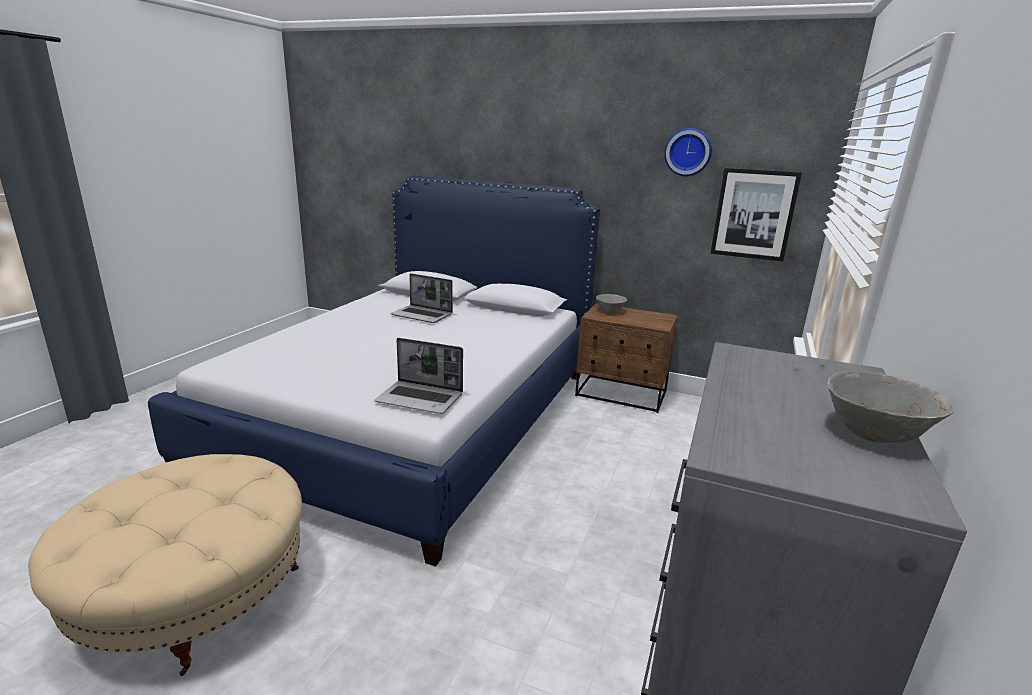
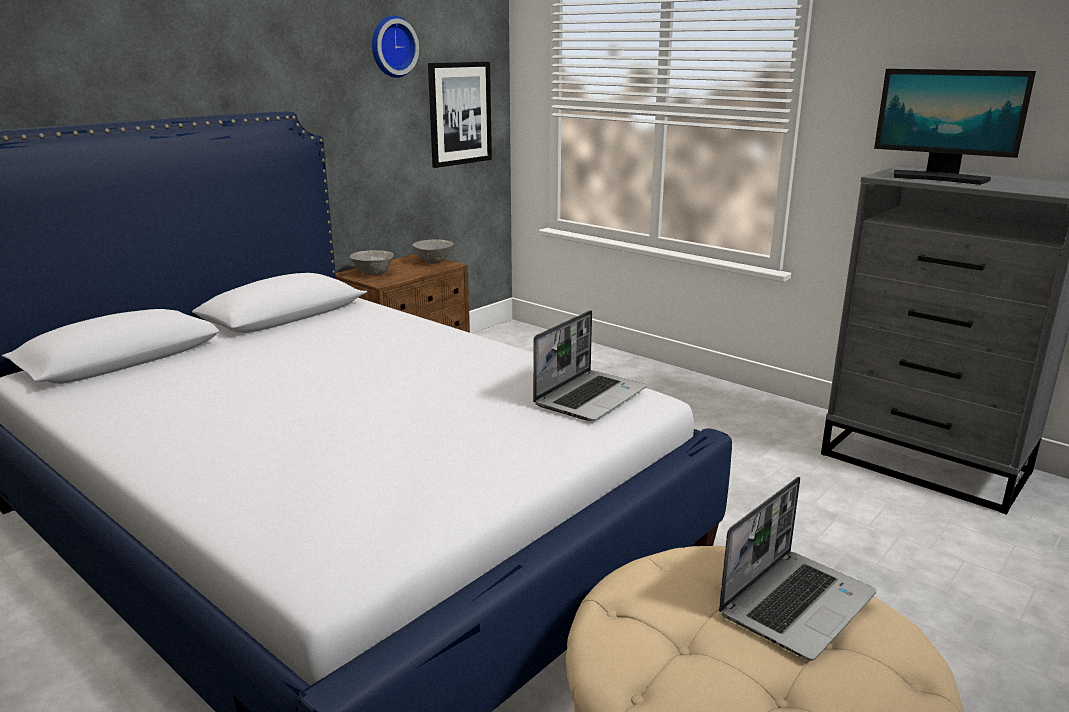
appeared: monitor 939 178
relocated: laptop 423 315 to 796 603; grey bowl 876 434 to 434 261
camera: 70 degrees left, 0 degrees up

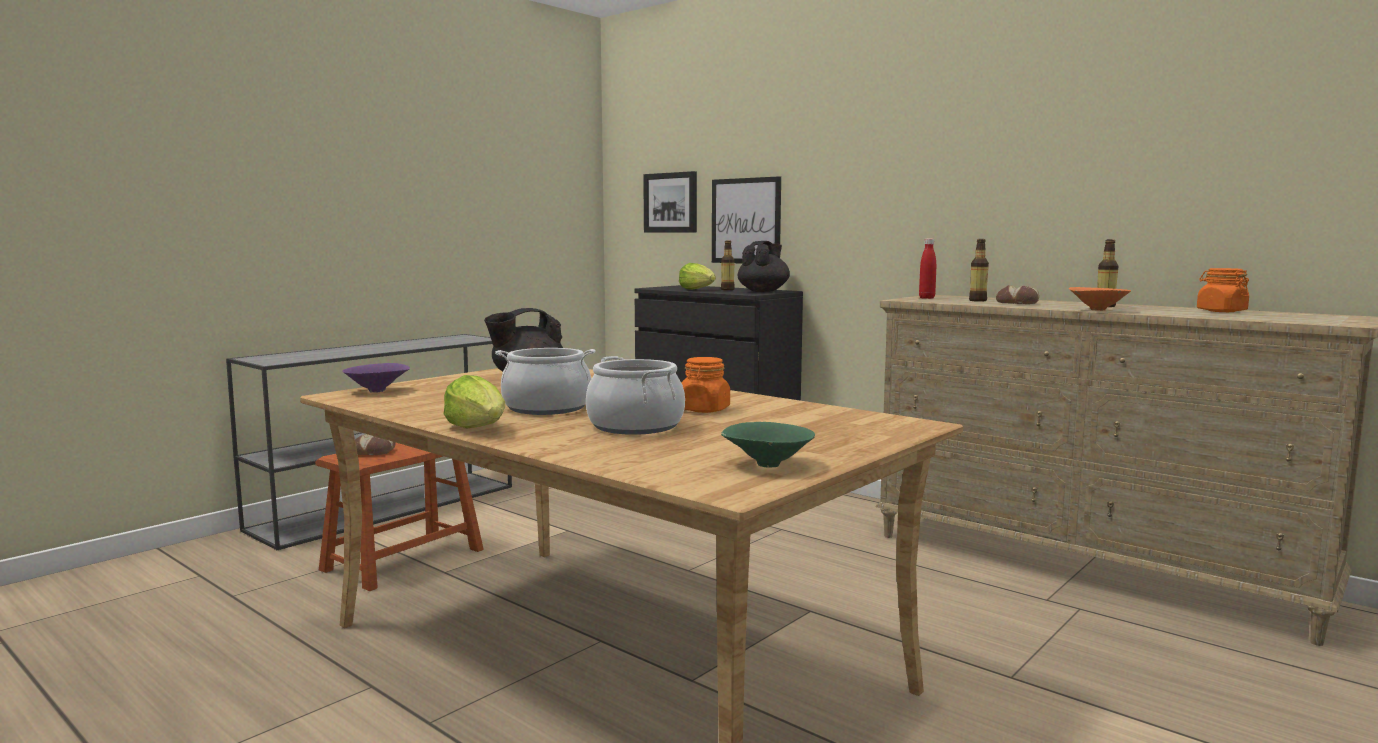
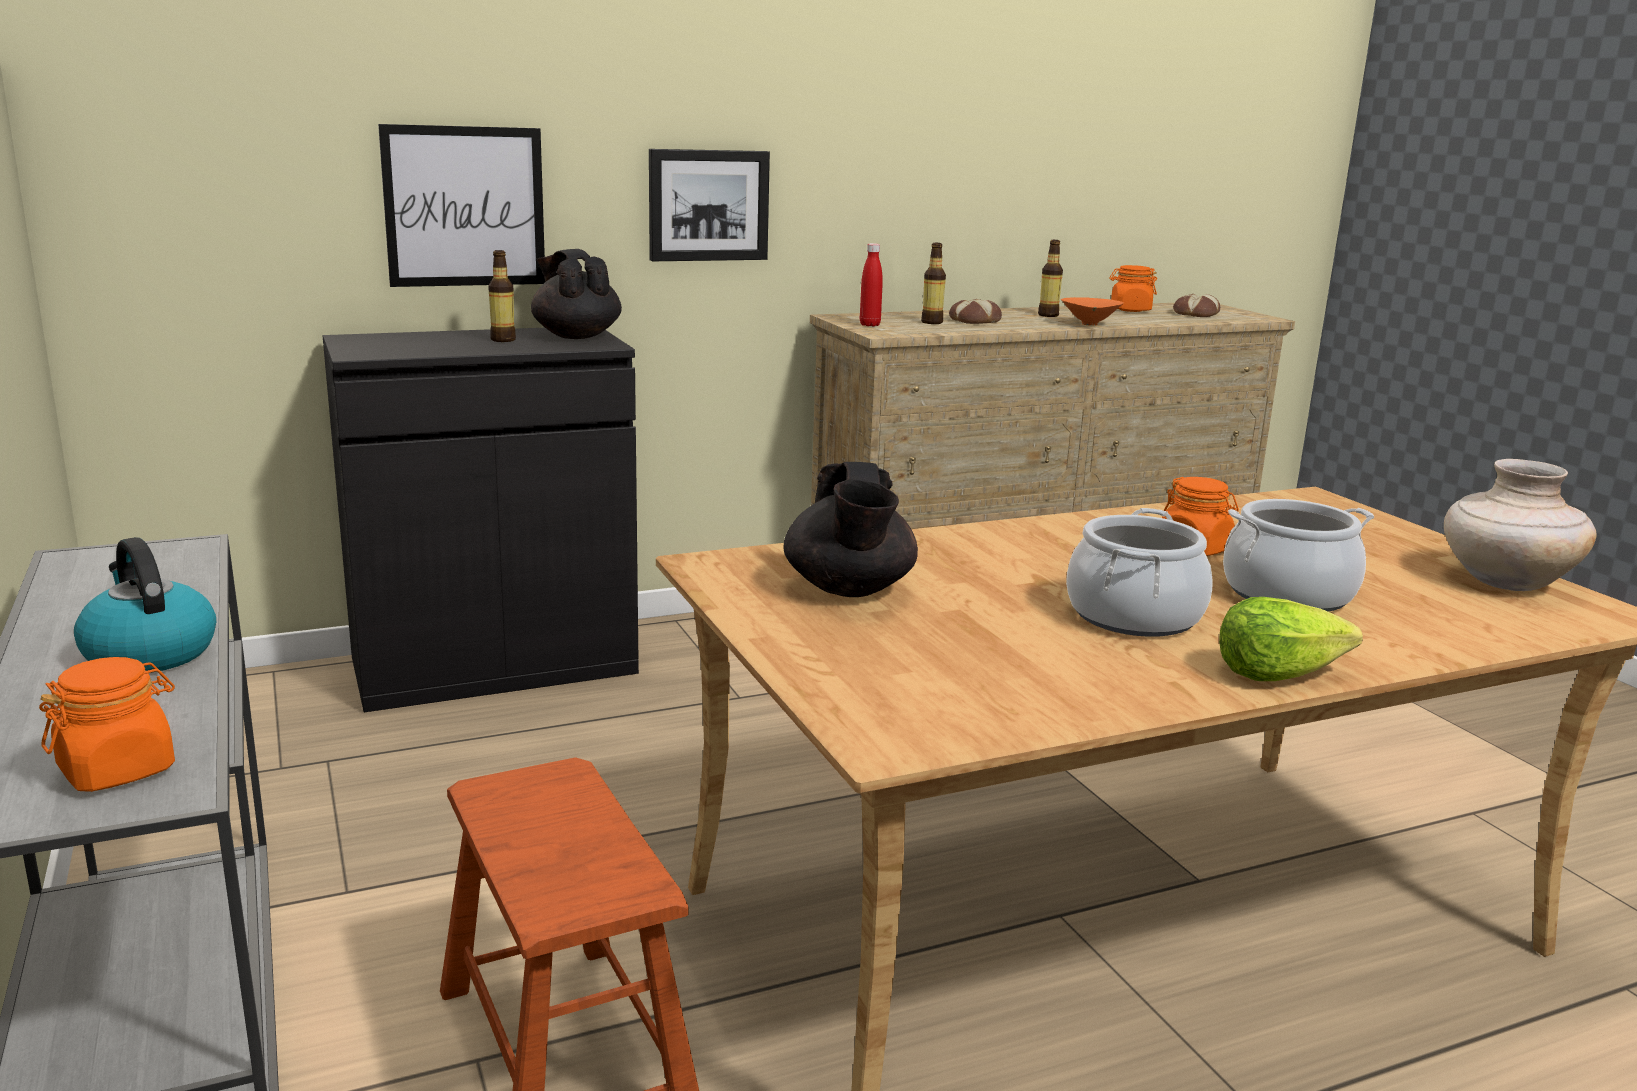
missing: lettuce 698 289; purple bowl 378 391
appeared: kettle 148 653; orange jar 118 770
relocated: picture 671 202 to 708 205; bread 374 451 to 1194 314
exchanged: green bowl 766 465 to beige vase 1504 582
camera: 65 degrees left, 10 degrees up

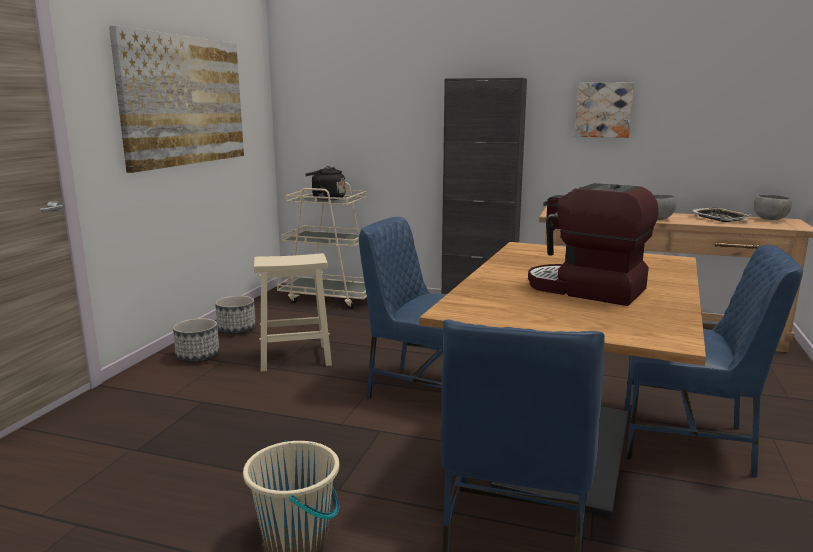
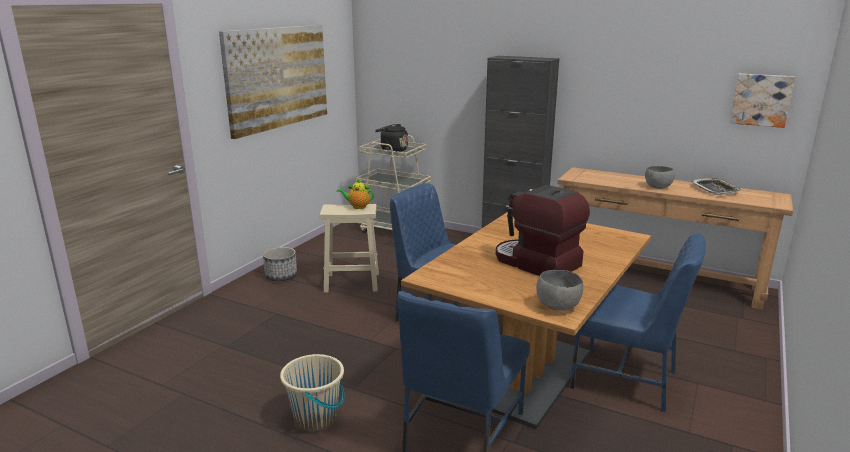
missing: planter 236 330
appeared: teapot 357 207
relocated: picture 603 110 to 761 100; grey bowl 770 219 to 558 306
camera: 10 degrees right, 5 degrees up

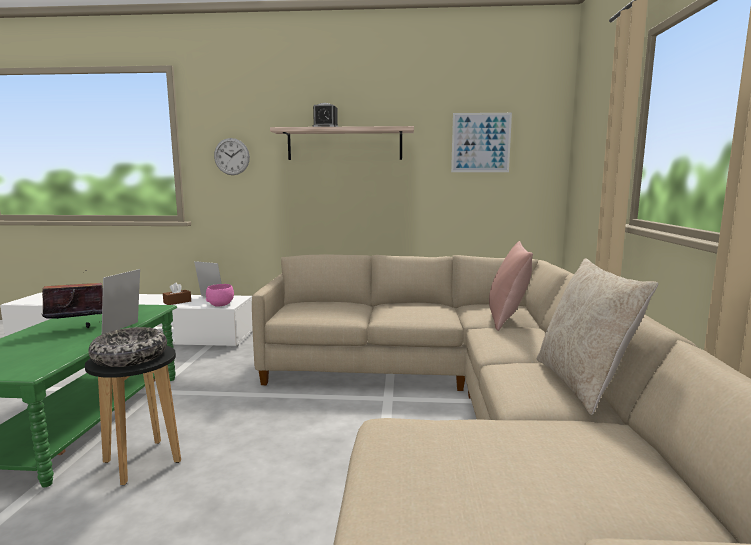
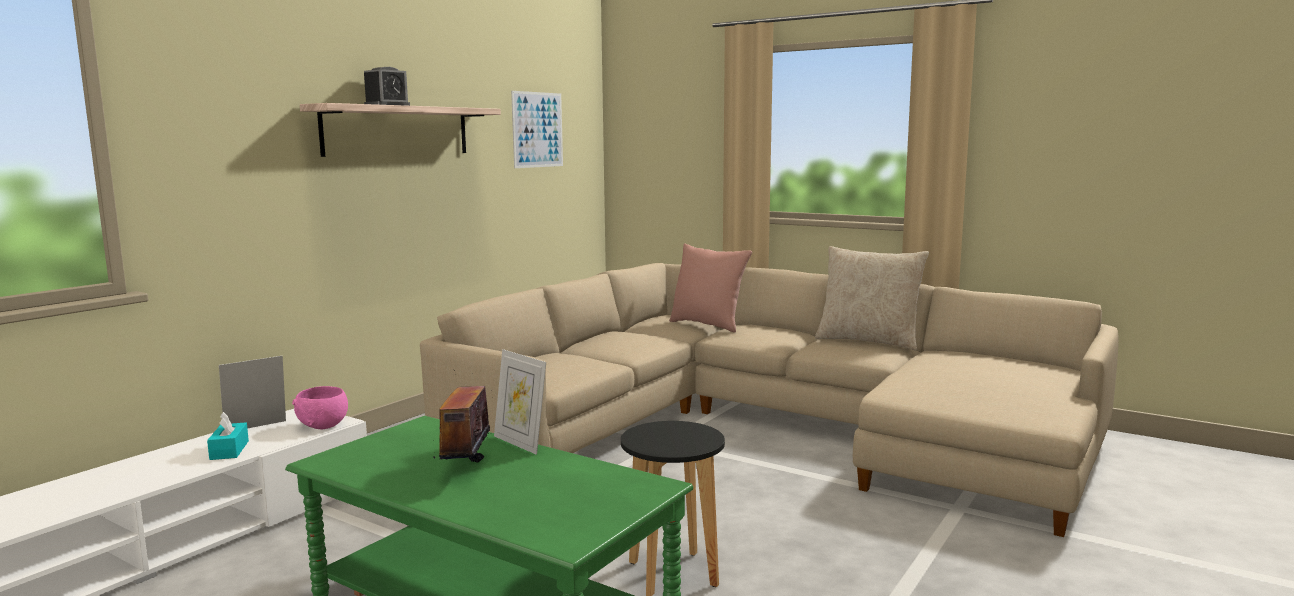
missing: wall clock 231 156; bowl 130 357
colour: brown tissue box 177 302 to turquoise tissue box 229 450
camera: 60 degrees left, 0 degrees up

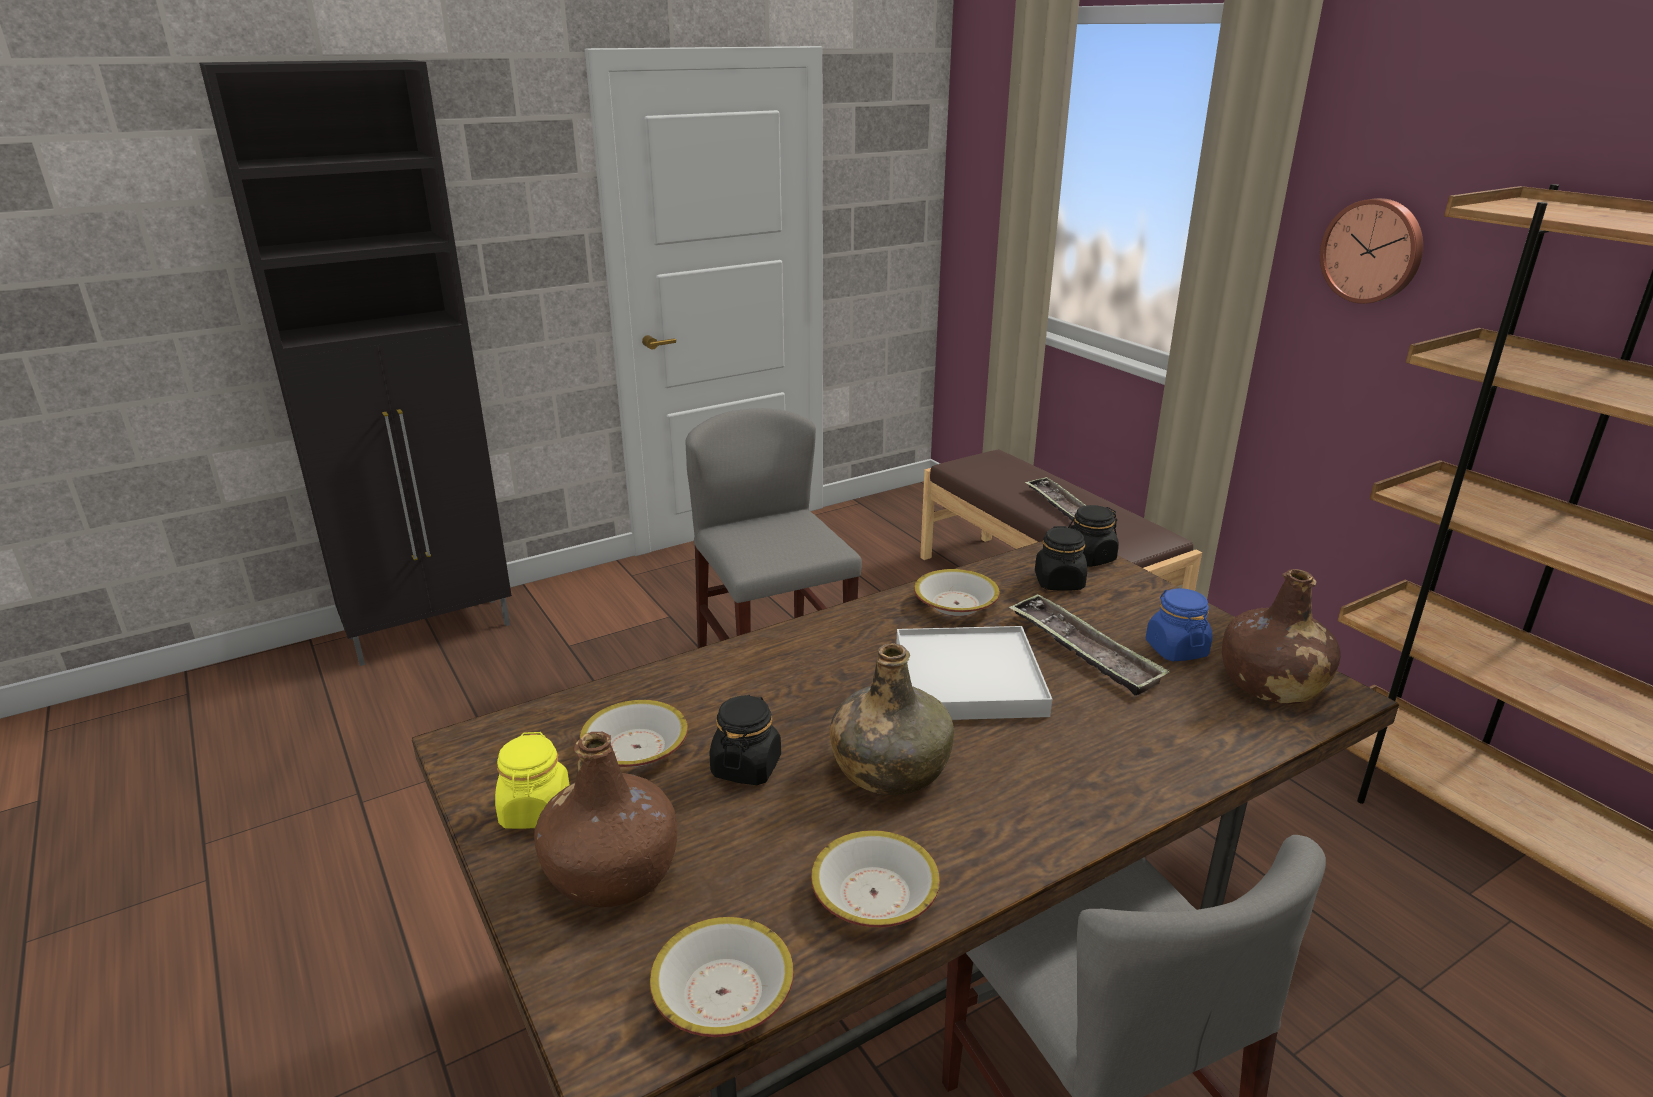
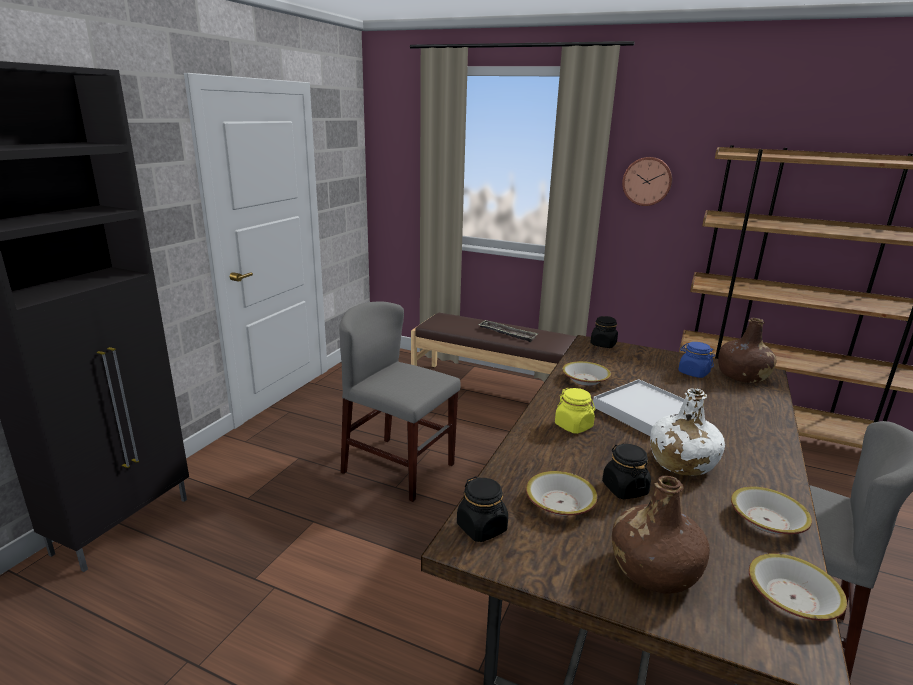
missing: tray 1083 650
relocated: black jar 1059 582 to 482 528; yellow jar 536 810 to 573 426
colour: green bottle 890 768 to white bottle 681 463
camera: 35 degrees left, 5 degrees down

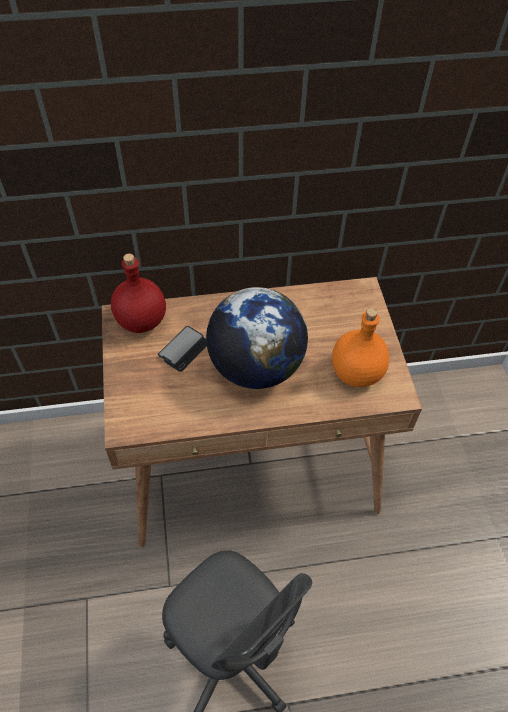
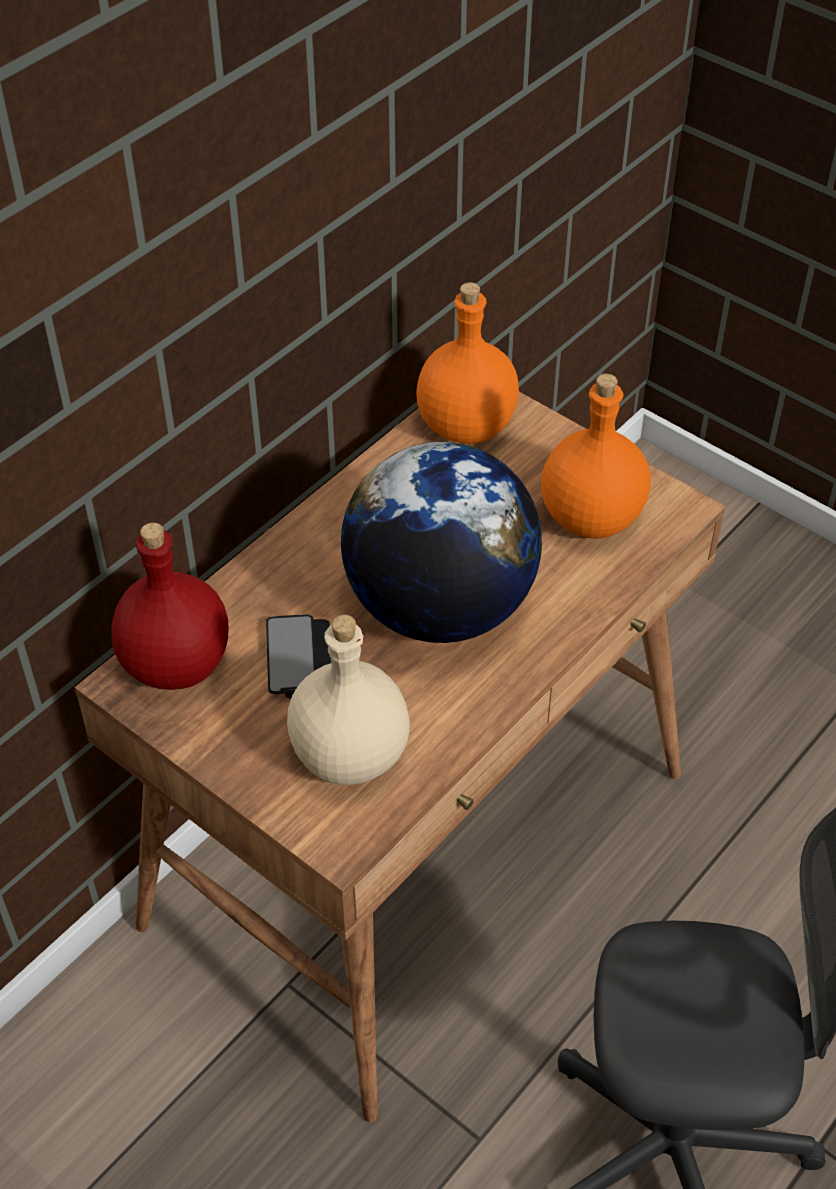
appeared: orange bottle 465 425; beige bottle 352 755
camera: 40 degrees left, 5 degrees down

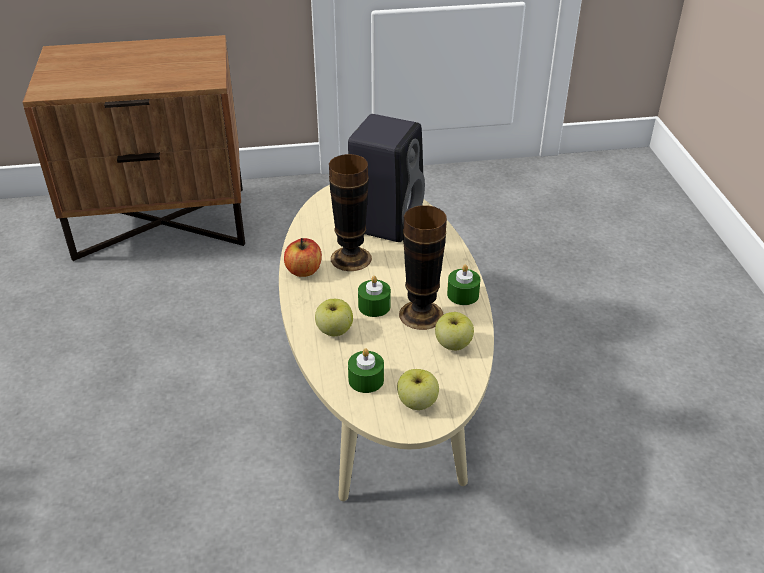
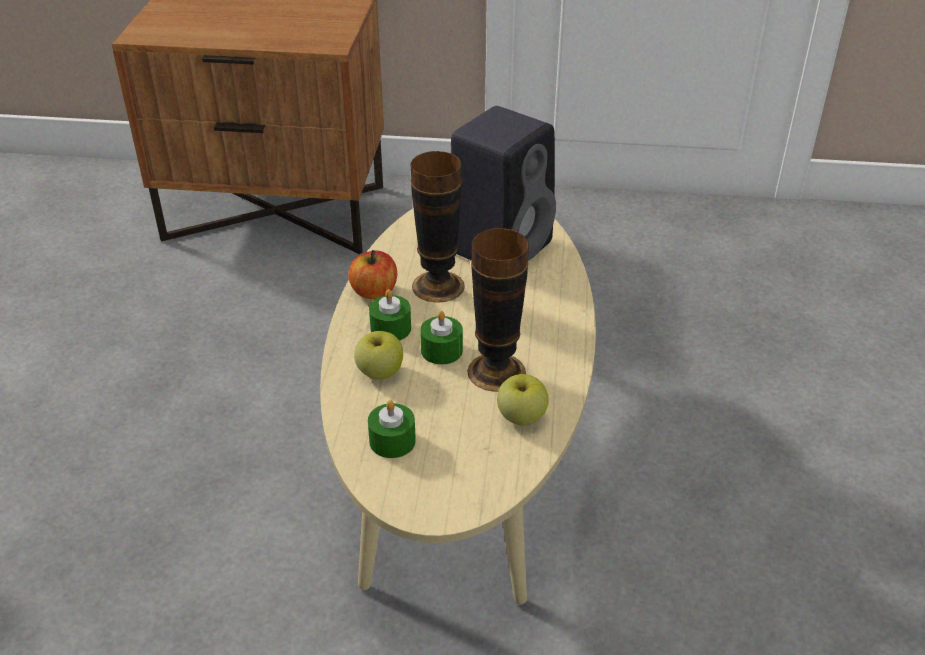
missing: apple 417 403
relocated: green candle 463 294 to 390 328
camera: 15 degrees right, 0 degrees up

